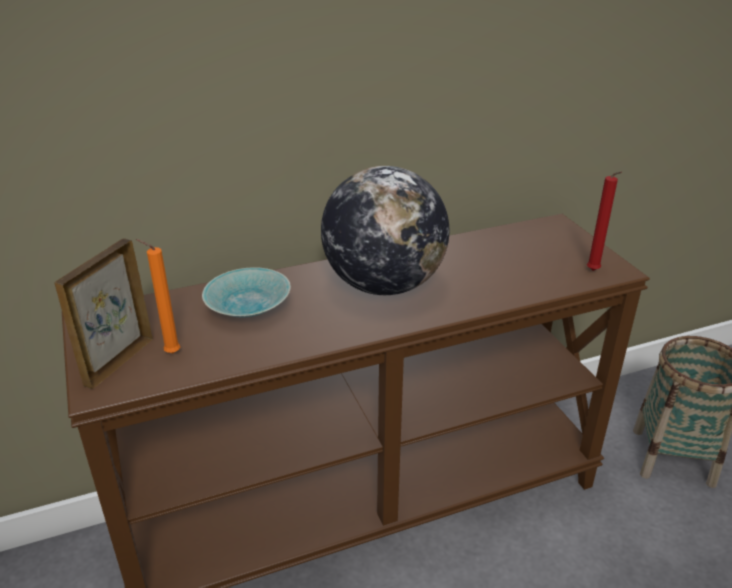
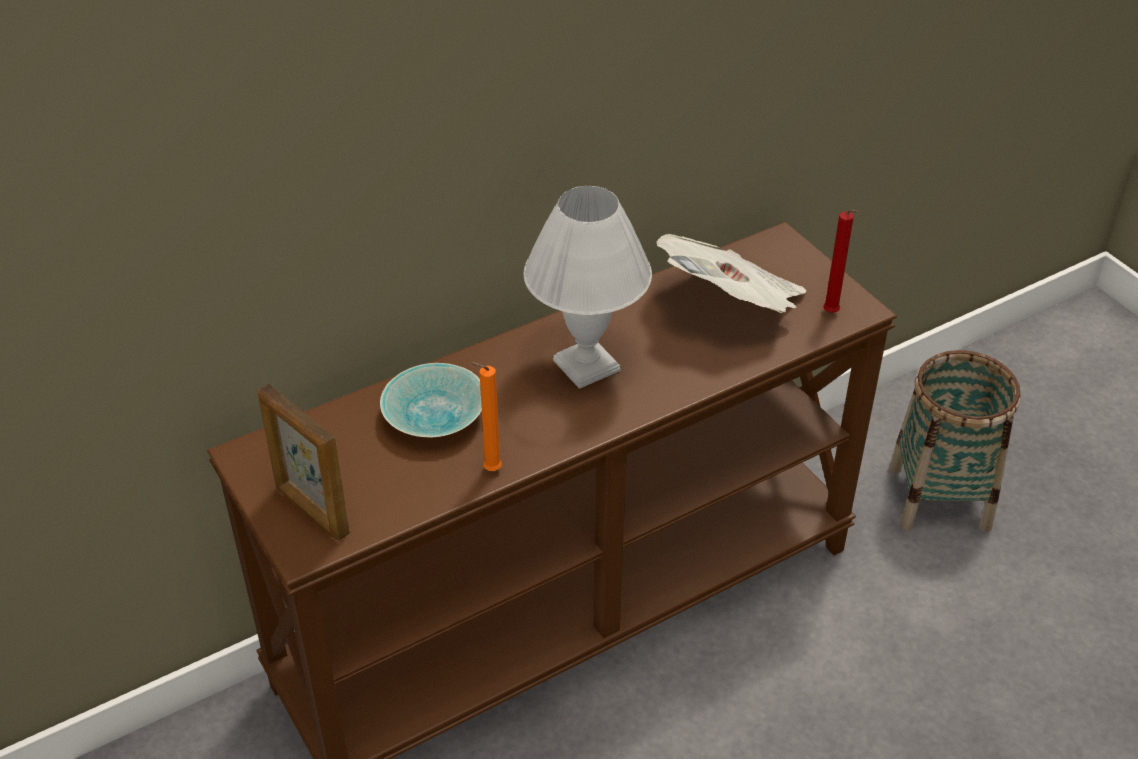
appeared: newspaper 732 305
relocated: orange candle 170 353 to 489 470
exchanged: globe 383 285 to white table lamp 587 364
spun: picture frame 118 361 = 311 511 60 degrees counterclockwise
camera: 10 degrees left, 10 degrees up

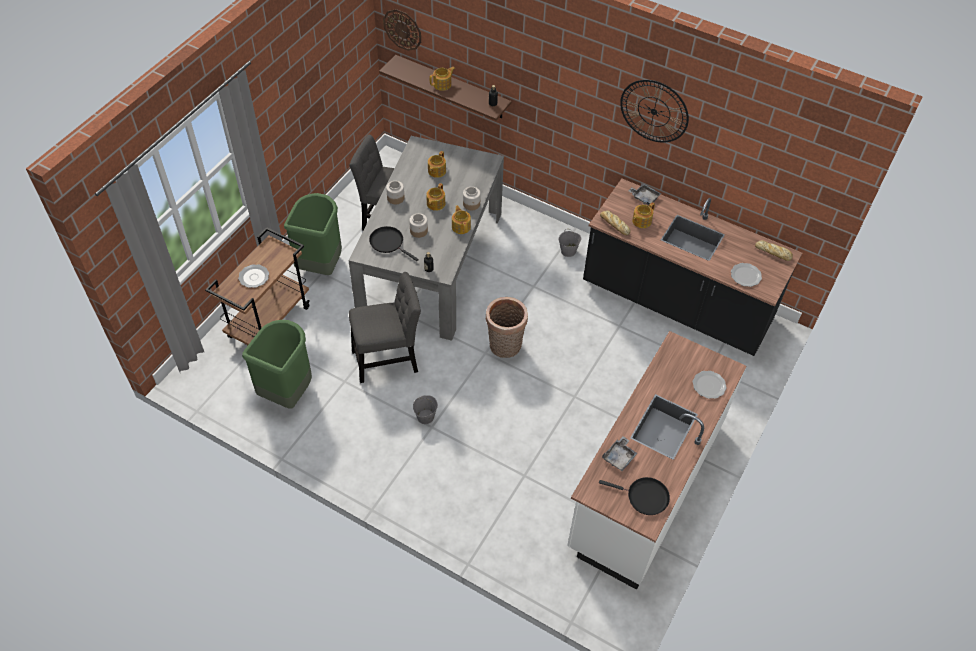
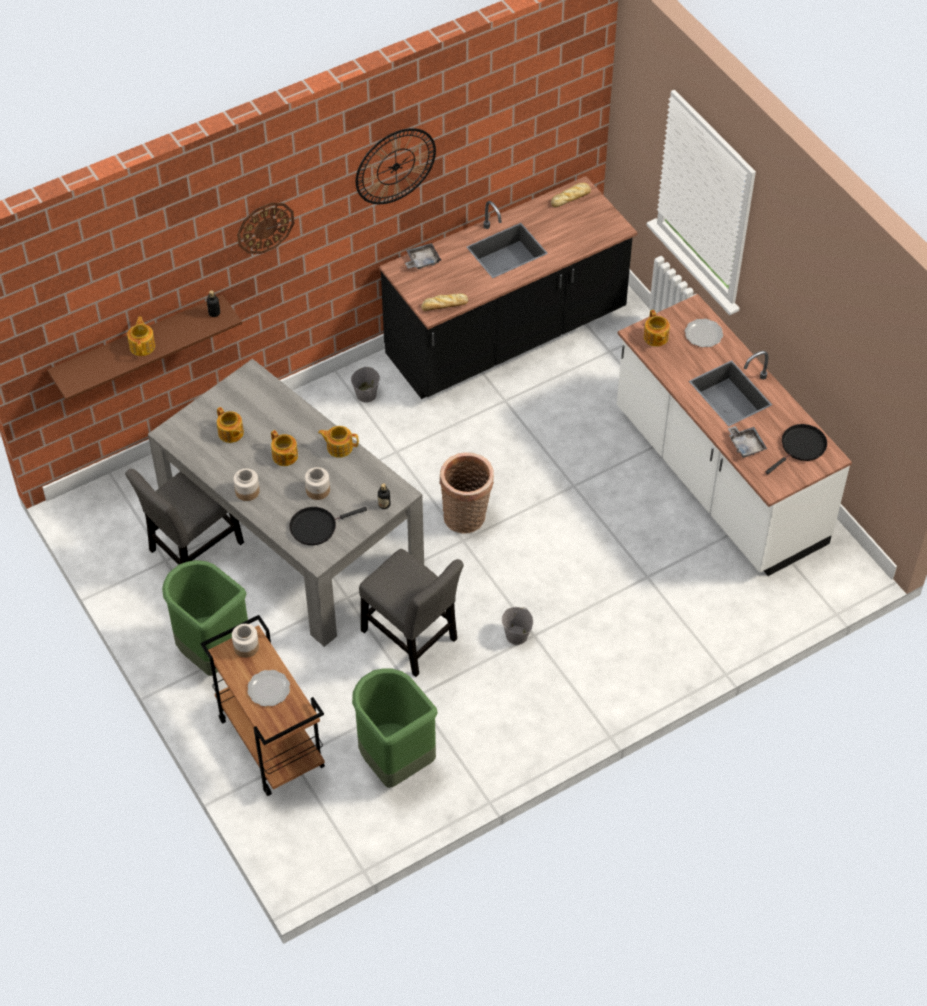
missing: plate 746 276
relocated: wall clock 402 29 to 265 227; jar 471 204 to 246 647; teapot 641 221 to 655 338
spun: grey chair 388 359 = 412 639 120 degrees clockwise
camera: 60 degrees left, 0 degrees up

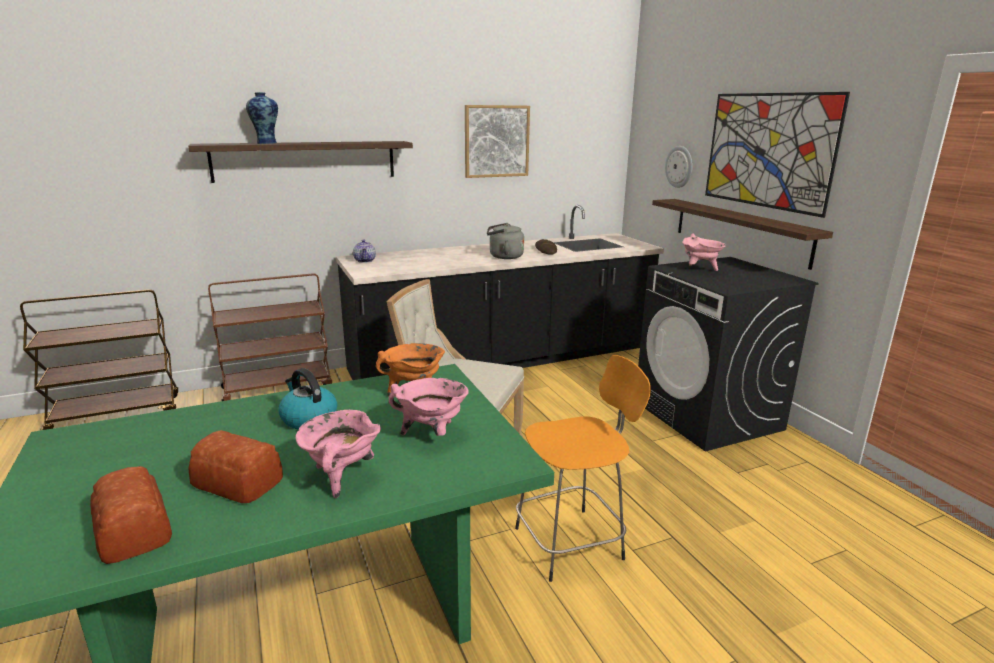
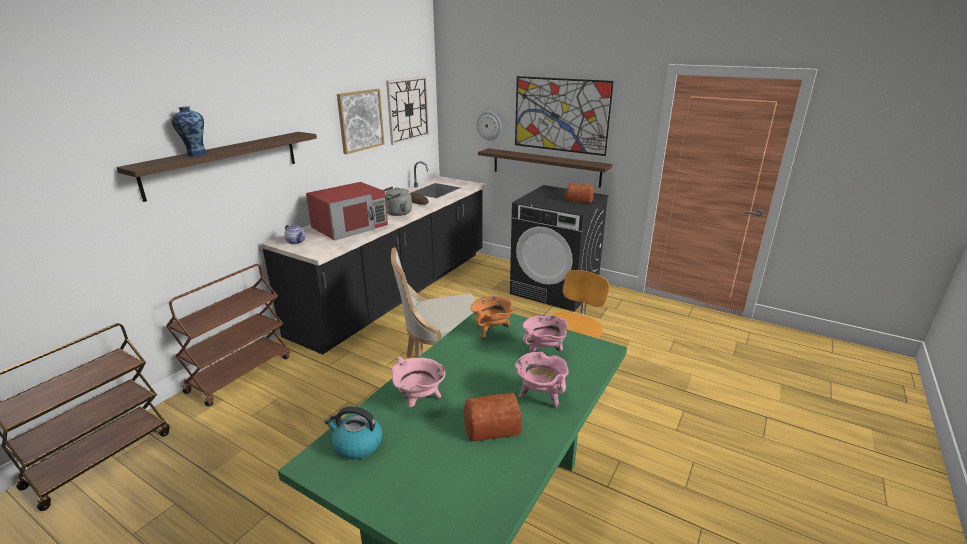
appeared: wall clock 408 109; red microwave 350 226
relocated: pink cooking pot 699 269 to 419 401; kettle 308 418 to 357 445; bread 135 529 to 578 199
camera: 35 degrees left, 5 degrees up

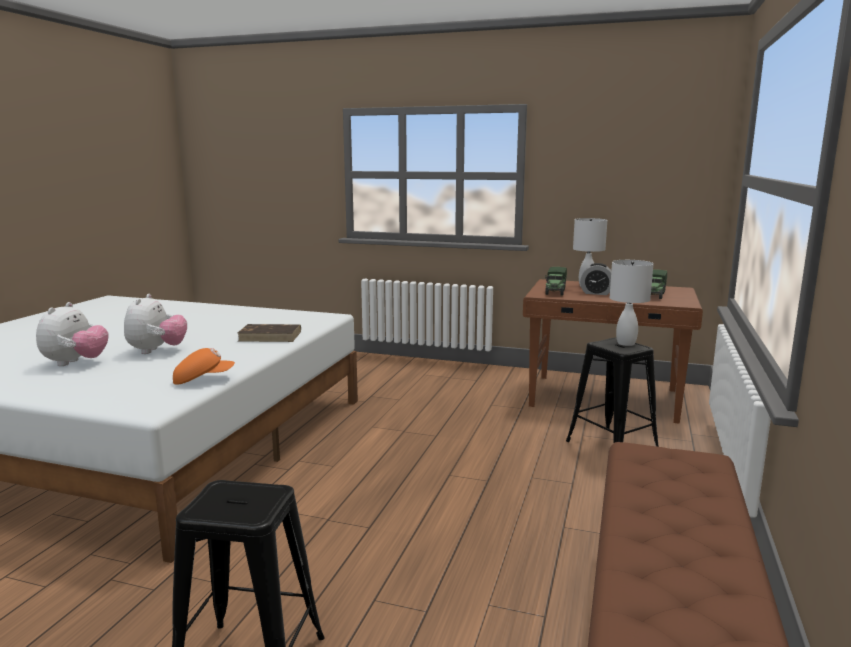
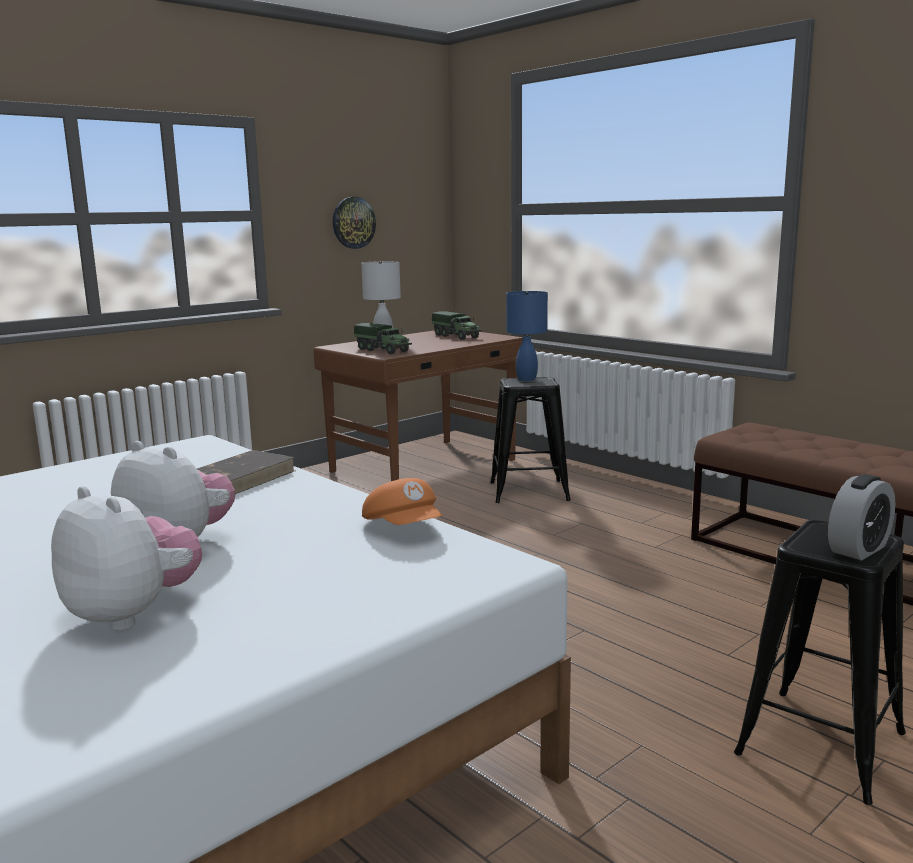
appeared: wall clock 353 222
relocated: alarm clock 596 293 to 858 549
colour: white table lamp 626 343 to blue table lamp 526 379
spun: orange cap 203 380 = 404 528 135 degrees clockwise
camera: 60 degrees left, 0 degrees up

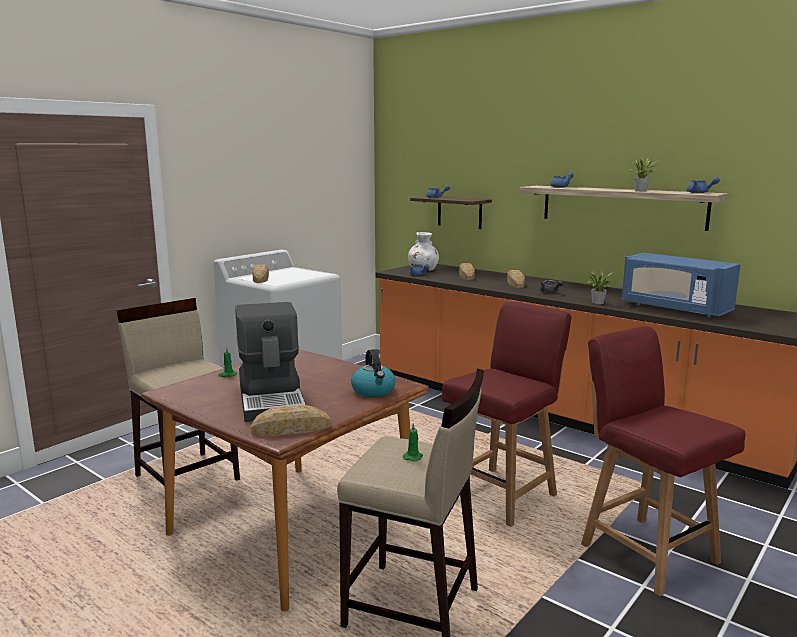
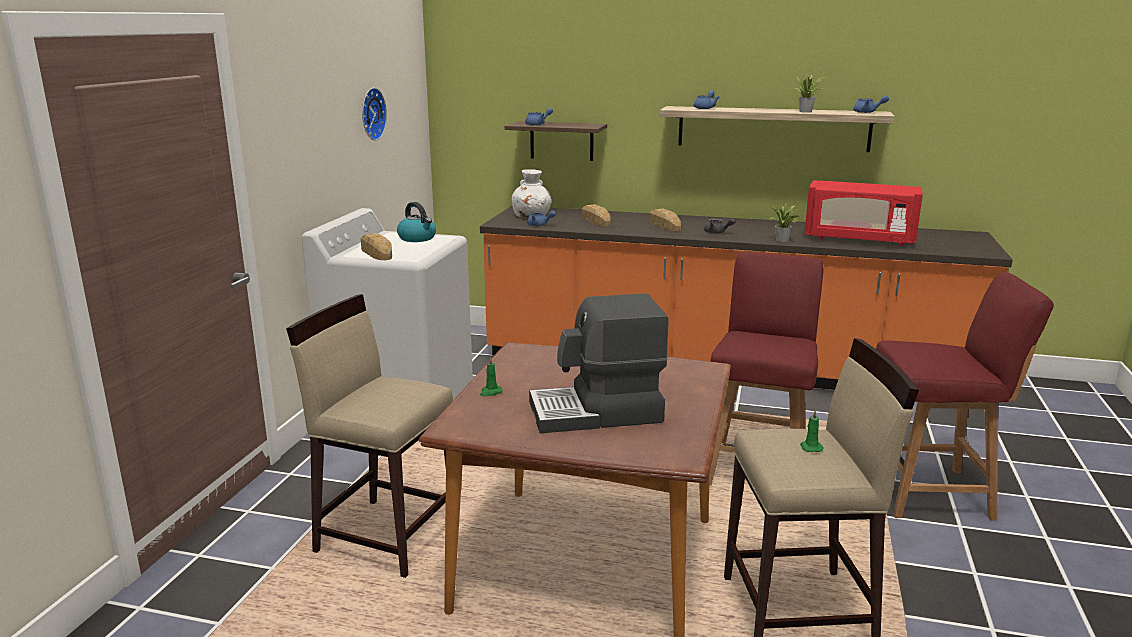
missing: bread 291 429
appeared: wall clock 370 114
relocated: kettle 374 391 to 417 238
colour: blue microwave 674 309 to red microwave 859 239
spun: coffee machine 272 399 = 597 413 120 degrees clockwise; red chair 646 552 = 932 493 150 degrees clockwise
camera: 25 degrees left, 5 degrees up

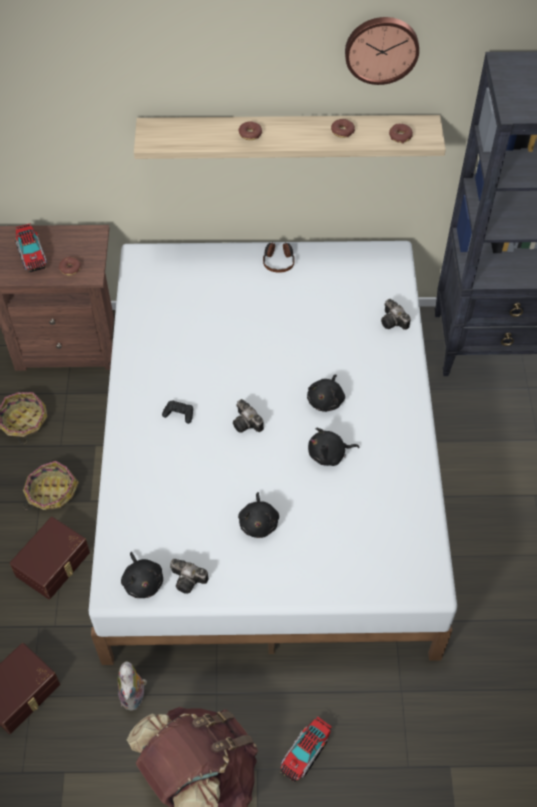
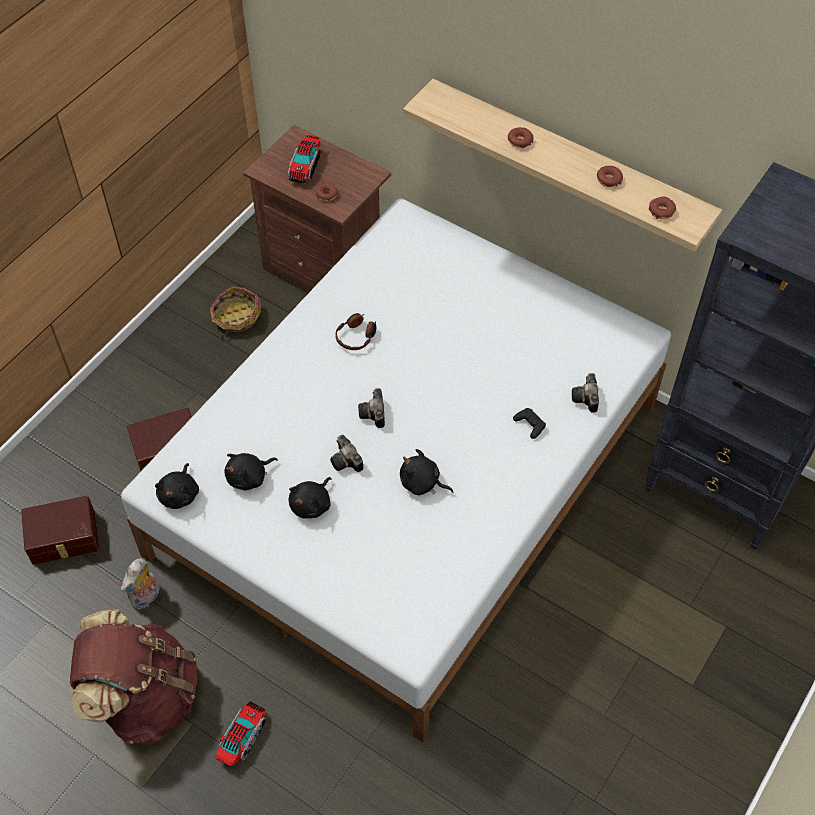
missing: wall clock 381 48; basket 51 492
relocated: headphones 278 261 to 357 336; black plush toy 326 400 to 249 477; black game controller 179 414 to 530 425; photo camera 189 580 to 347 462
spun: toy truck 305 752 = 242 737 135 degrees clockwise
camera: 35 degrees right, 0 degrees up

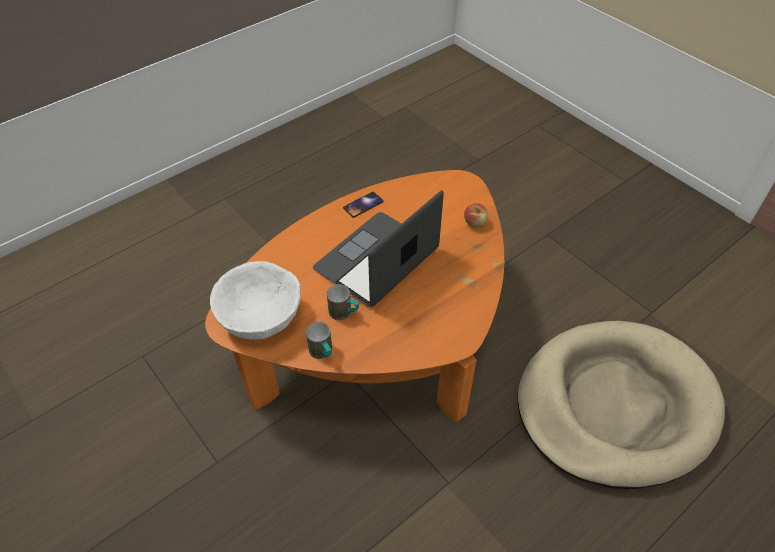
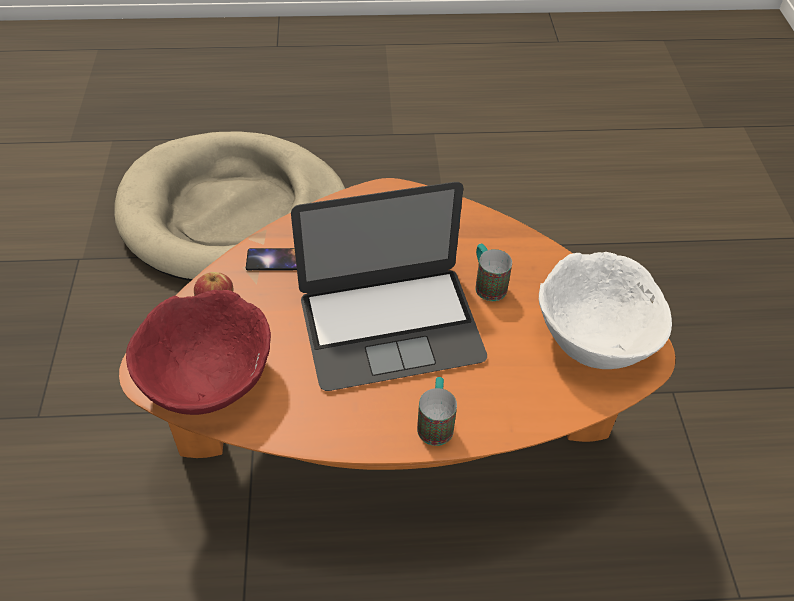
appeared: red bowl 208 378
relocated: phone 363 205 to 277 260; mug 323 353 to 435 422
camera: 145 degrees left, 0 degrees up

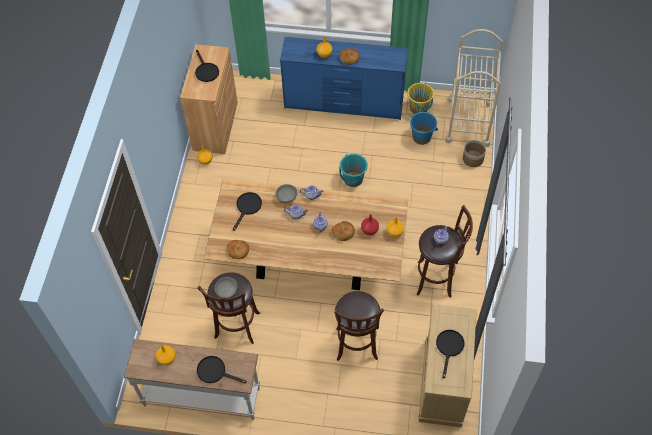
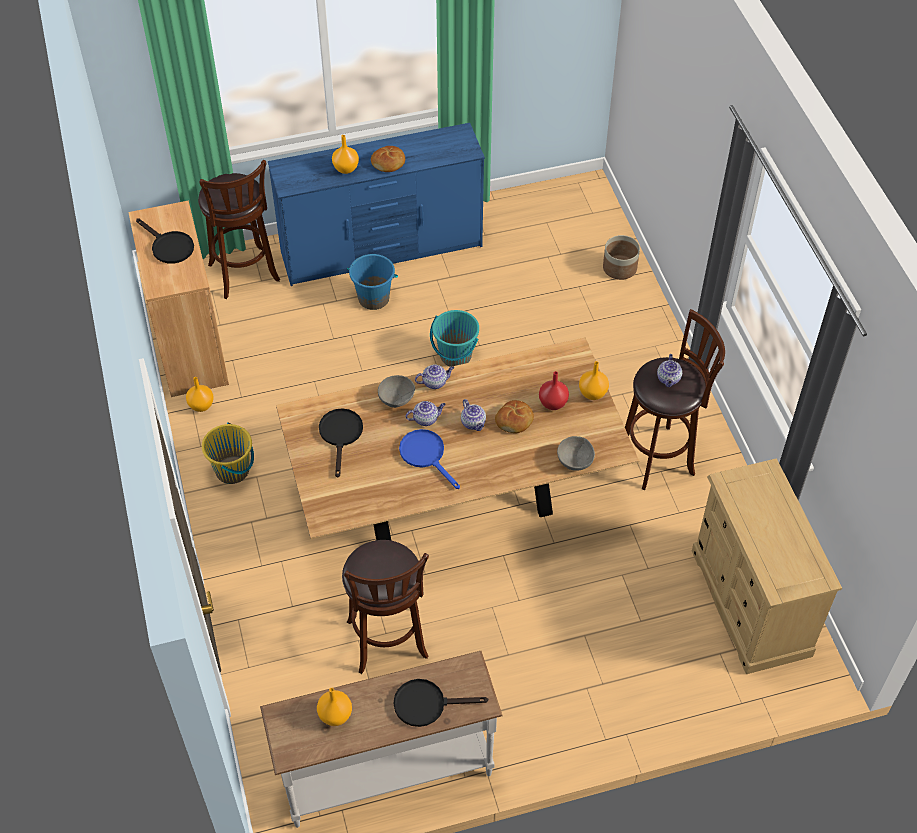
missing: beige cart 468 122; bread 238 251; black frying pan 449 348
appeared: blue frying pan 426 455
relocated: yellow bucket 419 108 to 232 470; blue bucket 421 137 to 374 298; grey bowl 227 291 to 574 461; brown stool 356 346 to 245 275
camera: 25 degrees left, 5 degrees down

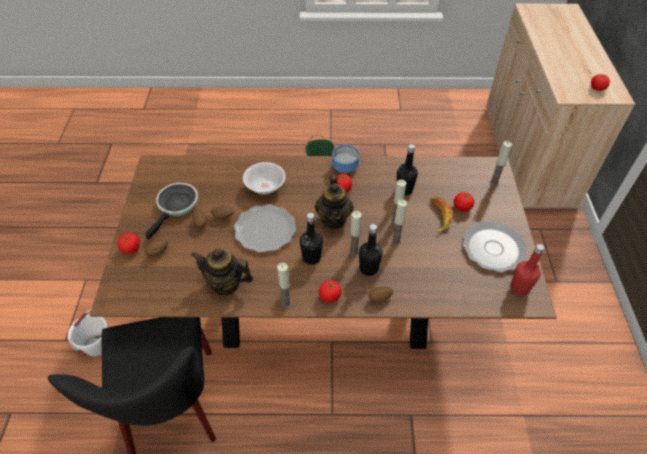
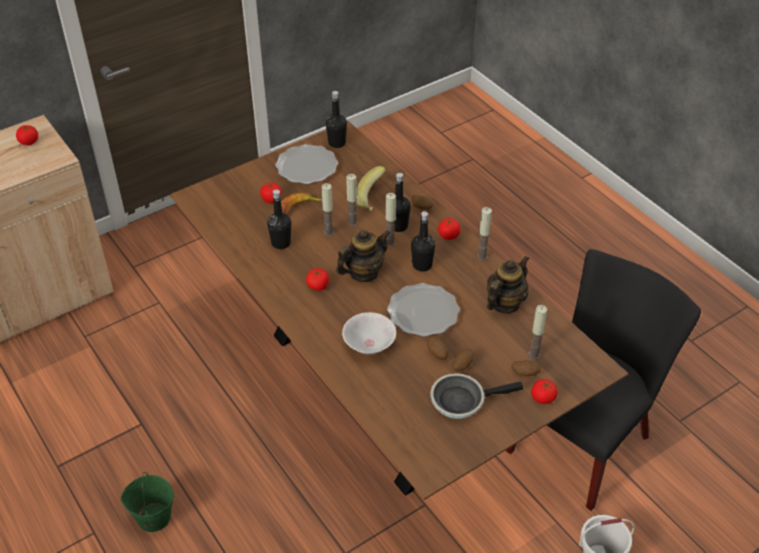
missing: bowl 344 166
appeared: banana 373 199
relocated: candle 494 183 to 534 355
colour: red bottle 519 288 to black bottle 337 143
spun: teapot 226 284 = 504 303 120 degrees counterclockwise
camera: 125 degrees left, 5 degrees down

